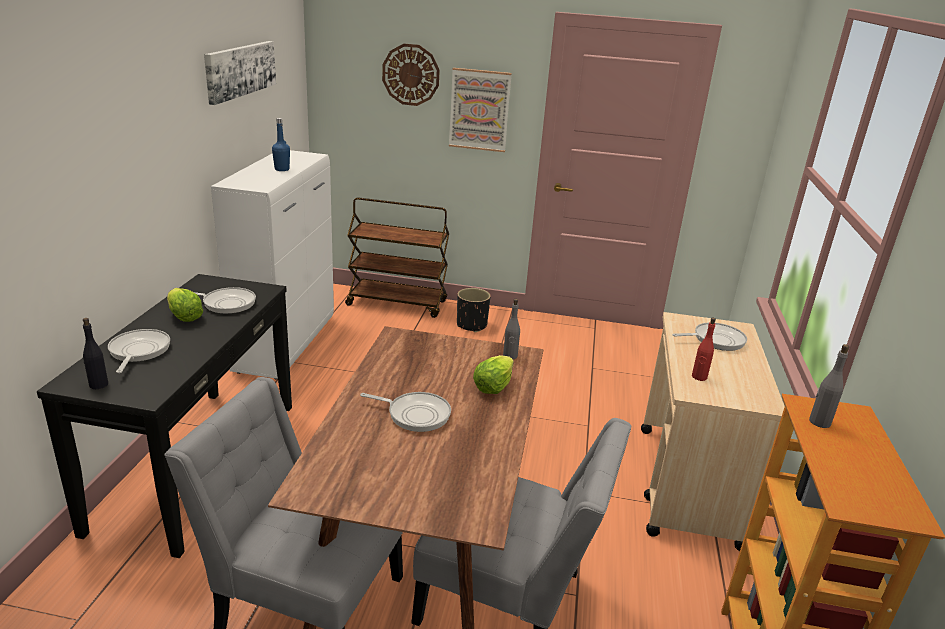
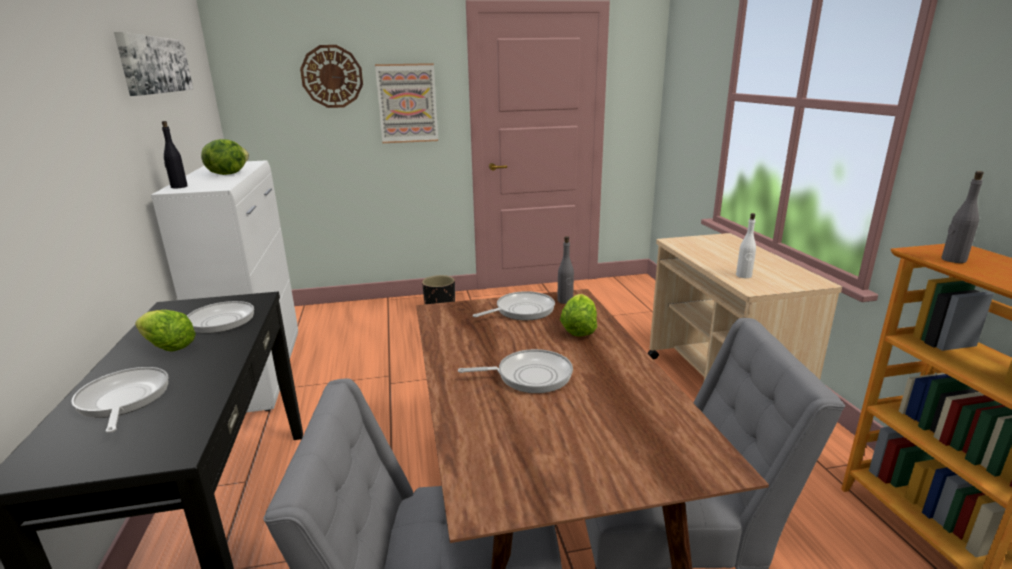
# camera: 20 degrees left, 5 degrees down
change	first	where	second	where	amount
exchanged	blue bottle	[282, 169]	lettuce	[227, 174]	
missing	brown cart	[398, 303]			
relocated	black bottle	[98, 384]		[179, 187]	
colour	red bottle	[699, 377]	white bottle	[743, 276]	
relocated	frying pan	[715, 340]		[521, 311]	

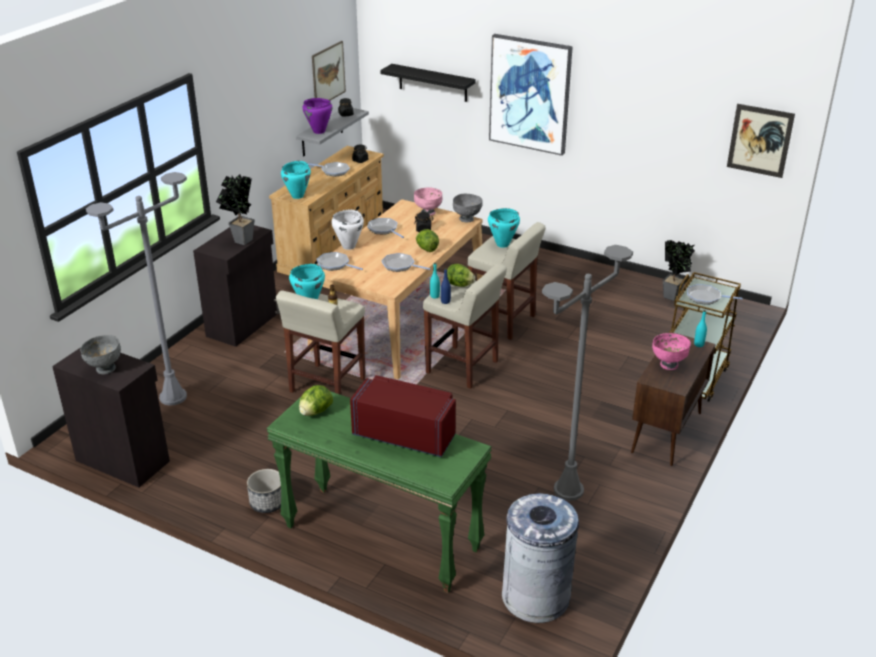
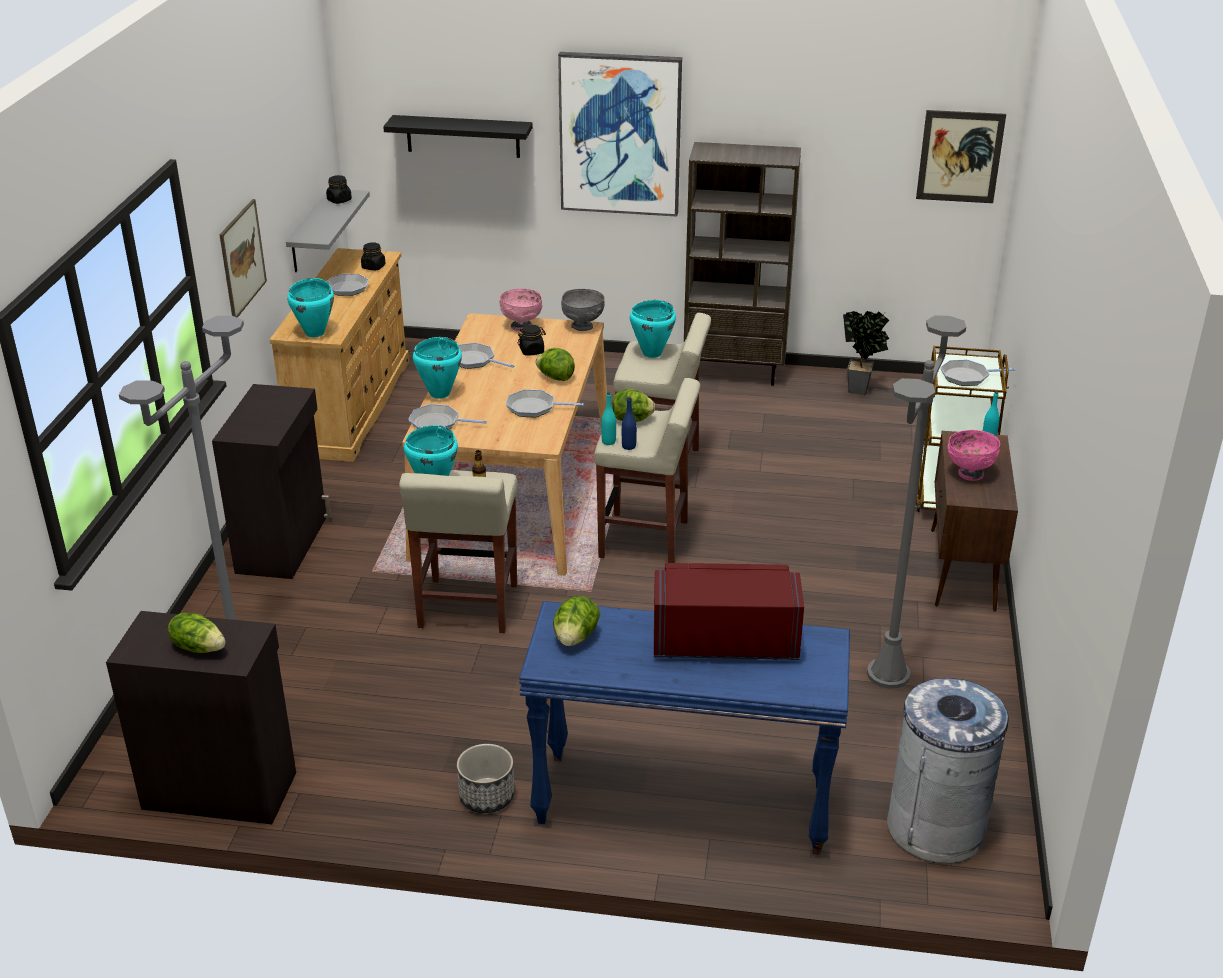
# camera: 20 degrees left, 0 degrees up
change	first	where	second	where	amount
relocated	picture	[328, 74]		[242, 258]	
missing	purple cooking pot	[319, 131]			
missing	potted plant	[240, 241]			
colour	white cooking pot	[348, 246]	turquoise cooking pot	[439, 394]	
exchanged	grey bowl	[105, 369]	lettuce	[199, 647]	
colour	green console table	[380, 538]	blue console table	[681, 805]	
appeared			brown bookcase	[735, 372]	

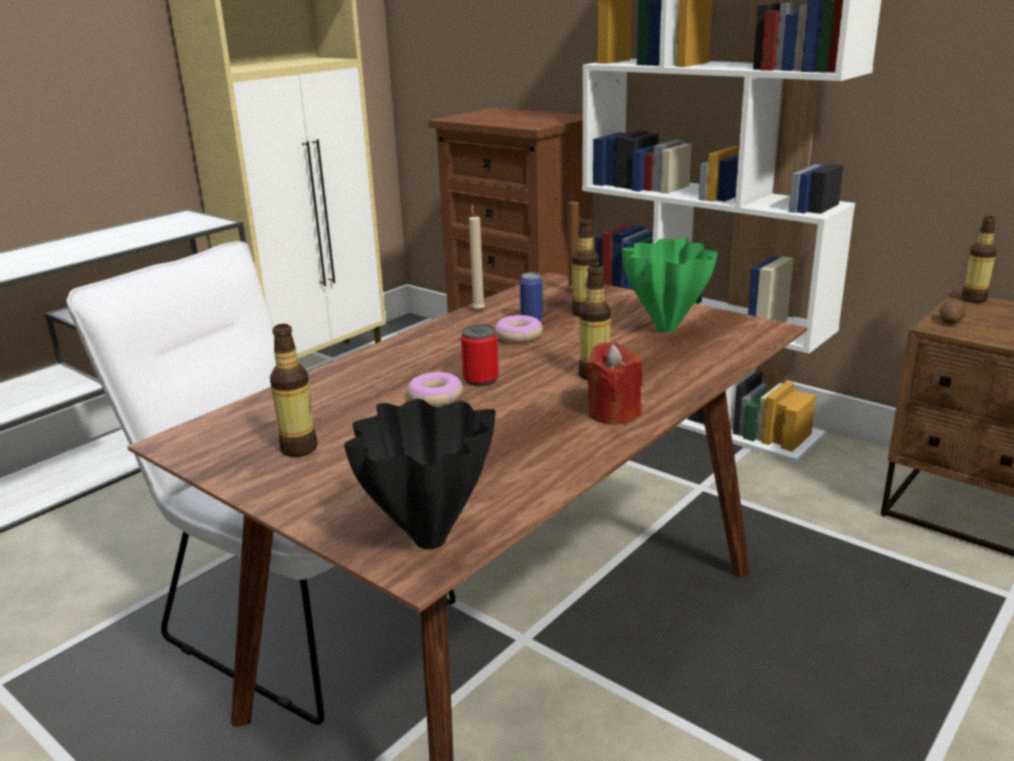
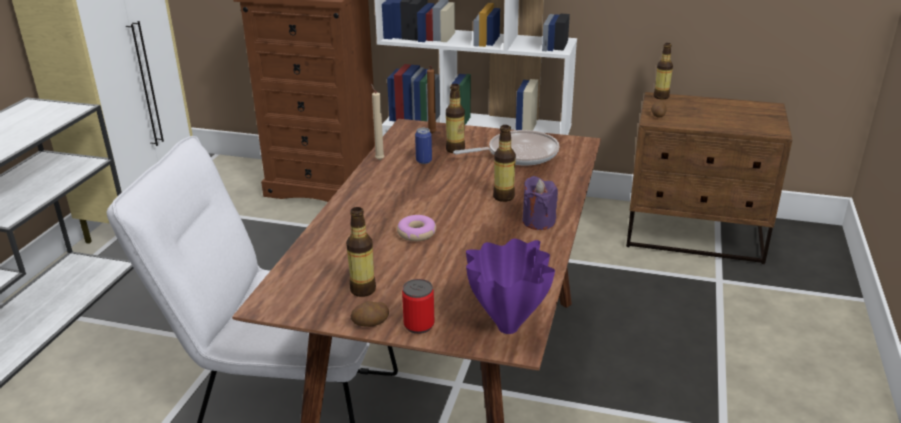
# camera: 25 degrees left, 5 degrees up
change	first	where	second	where	amount
exchanged	green vase	[665, 329]	frying pan	[518, 154]	
missing	donut	[518, 336]			
relocated	can	[481, 379]		[419, 325]	
colour	red candle	[613, 413]	purple candle	[538, 221]	
colour	black vase	[427, 541]	purple vase	[506, 329]	
appeared			potato	[371, 323]	

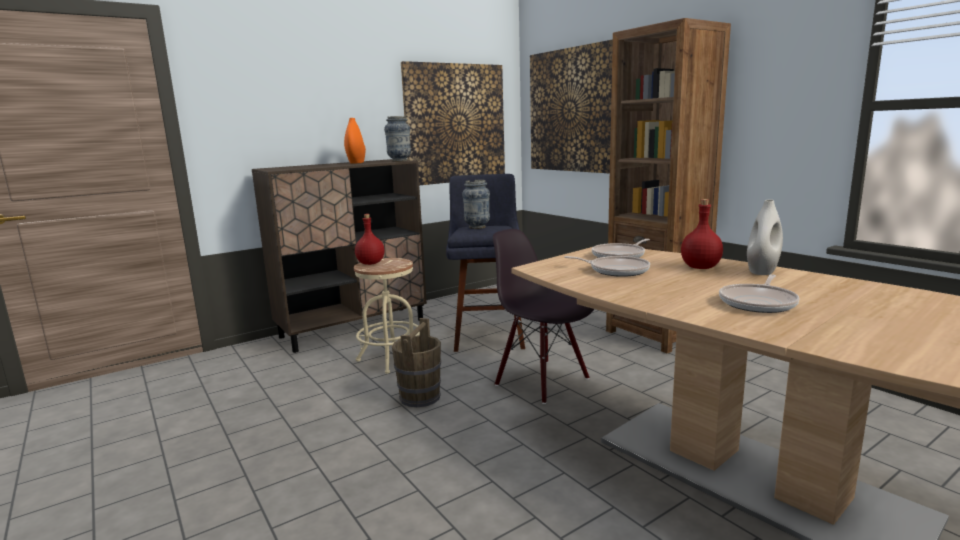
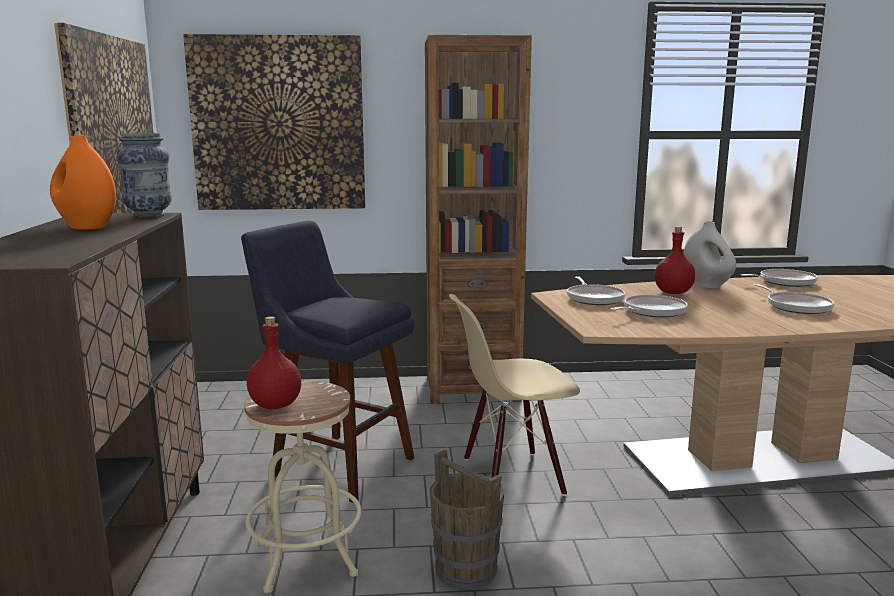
# camera: 60 degrees left, 0 degrees up
change	first	where	second	where	amount
missing	vase	[477, 227]			
colour	black chair	[543, 381]	beige chair	[512, 477]	
appeared			frying pan	[784, 282]	

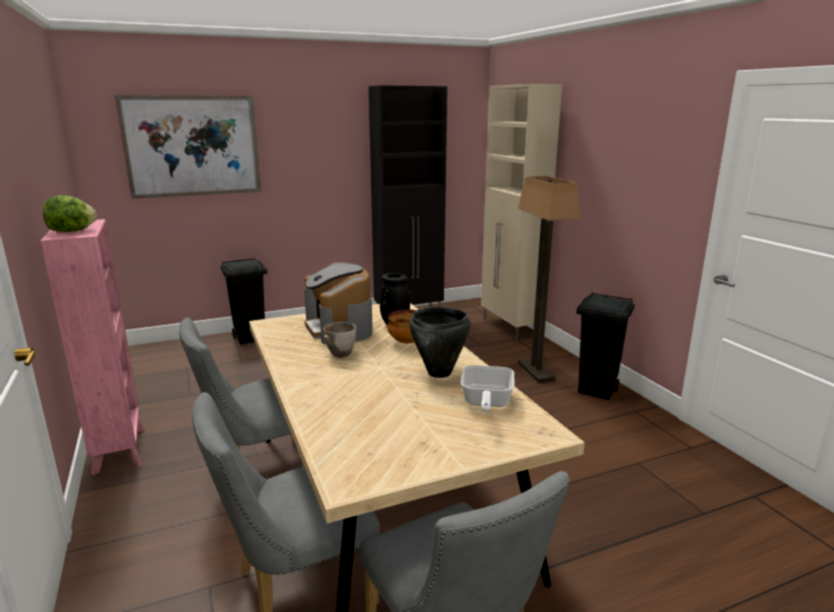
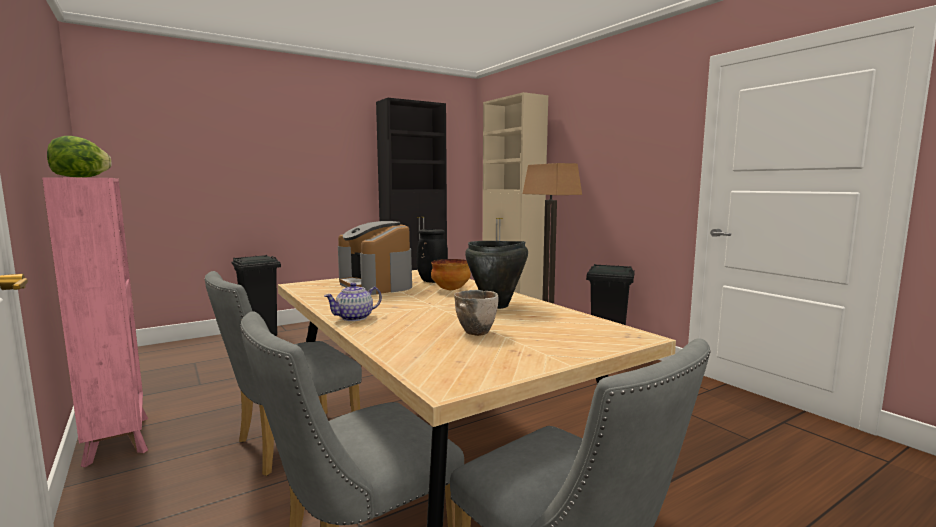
# camera: 10 degrees left, 10 degrees down
change	first	where	second	where	amount
missing	picture	[192, 146]			
relocated	bowl	[342, 354]		[477, 332]	
missing	frying pan	[485, 403]			
appeared			teapot	[355, 318]	

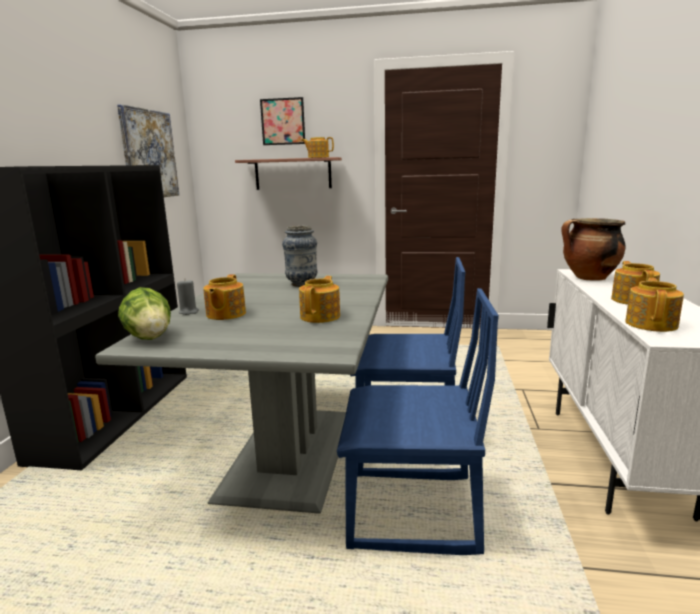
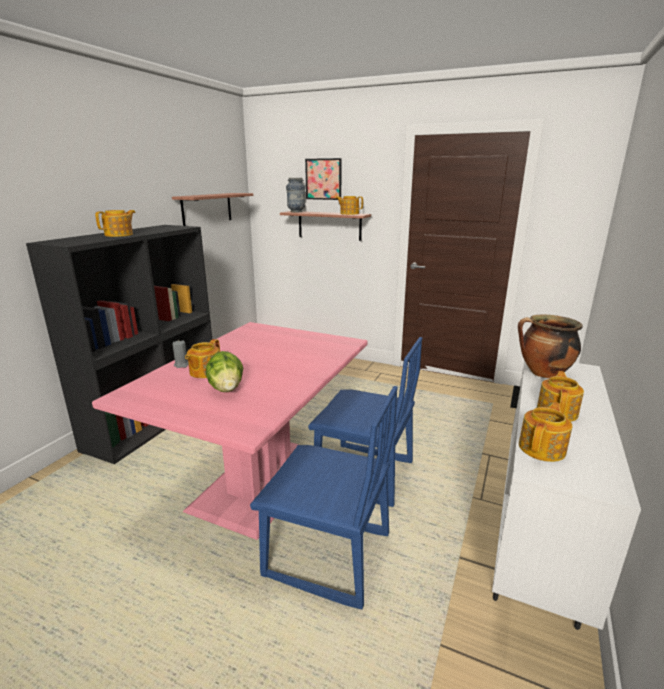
# camera: 15 degrees right, 5 degrees up
change	first	where	second	where	amount
exchanged	picture	[149, 154]	shelf	[207, 209]	
relocated	vase	[302, 284]		[296, 212]	
colour	grey dining table	[287, 453]	pink dining table	[259, 479]	
relocated	teapot	[321, 316]		[120, 235]	
relocated	lettuce	[149, 337]		[226, 388]	

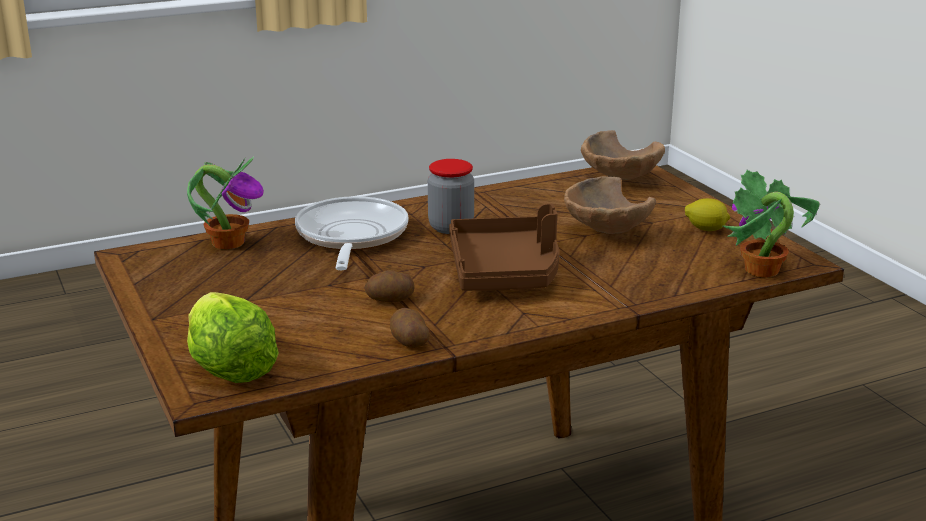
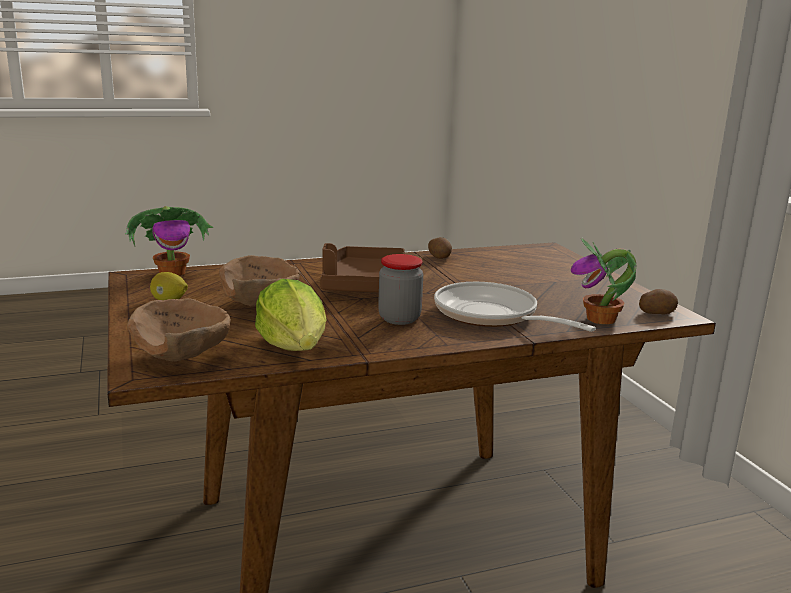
# camera: 175 degrees left, 5 degrees down
change	first	where	second	where	amount
spun	frying pan	[350, 238]		[492, 316]	135 degrees clockwise
relocated	potato	[390, 300]		[656, 312]	
relocated	lettuce	[229, 366]		[295, 347]	

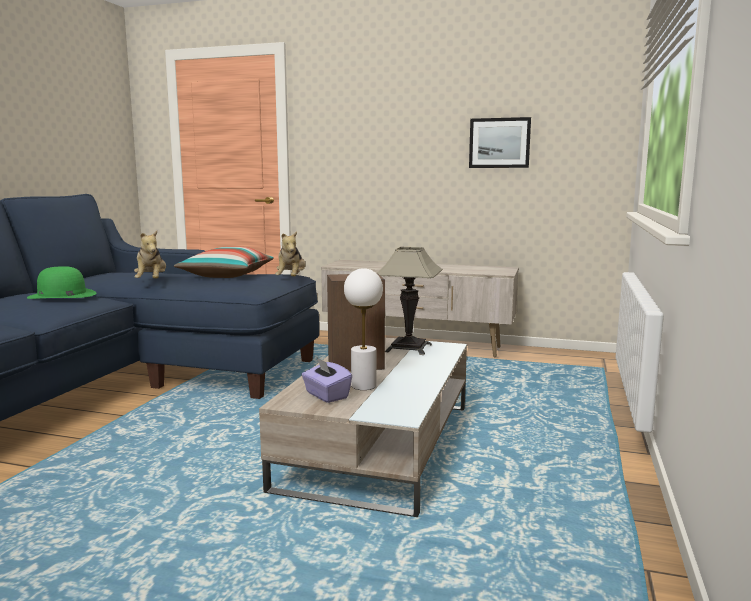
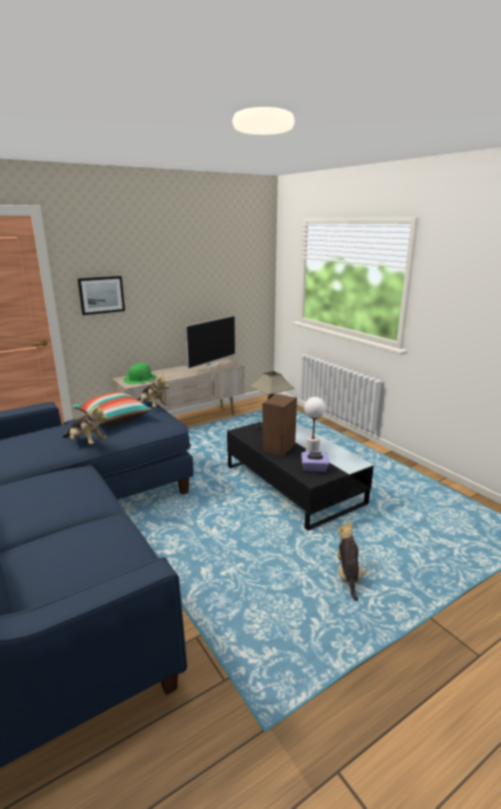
# camera: 50 degrees left, 10 degrees up
change	first	where	second	where	amount
relocated	picture	[499, 143]		[101, 295]	
relocated	green hat	[61, 295]		[140, 379]	
colour	beige coffee table	[379, 445]	black coffee table	[293, 484]	
appeared			television	[210, 366]	
appeared			plush toy	[348, 576]	

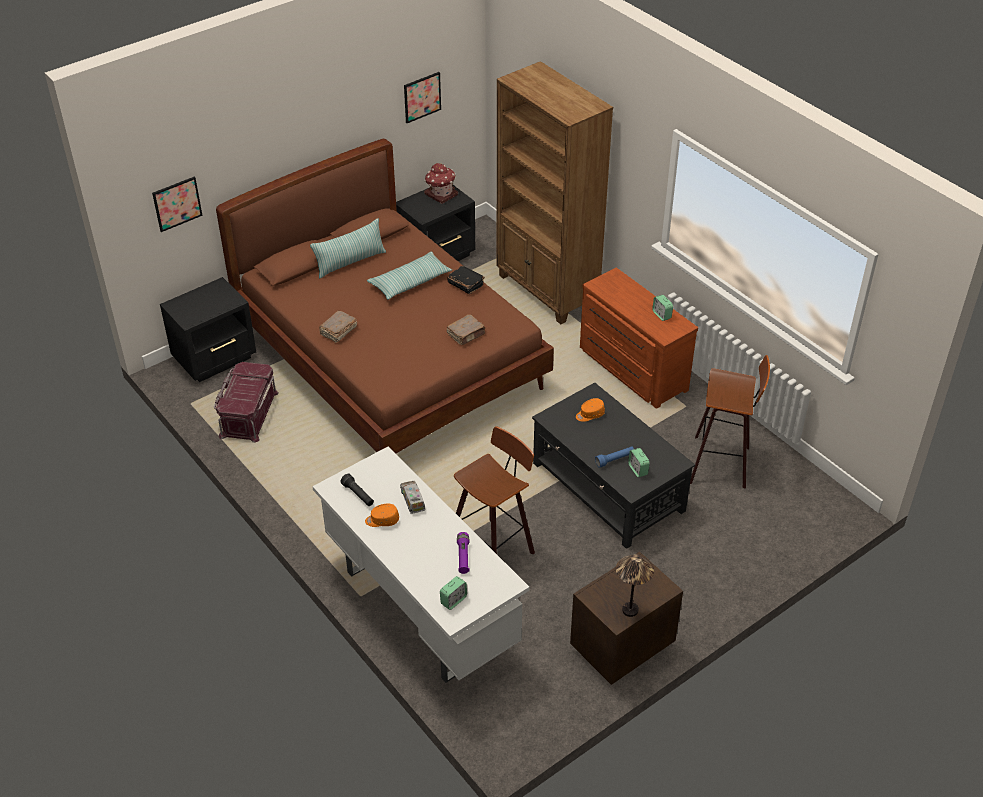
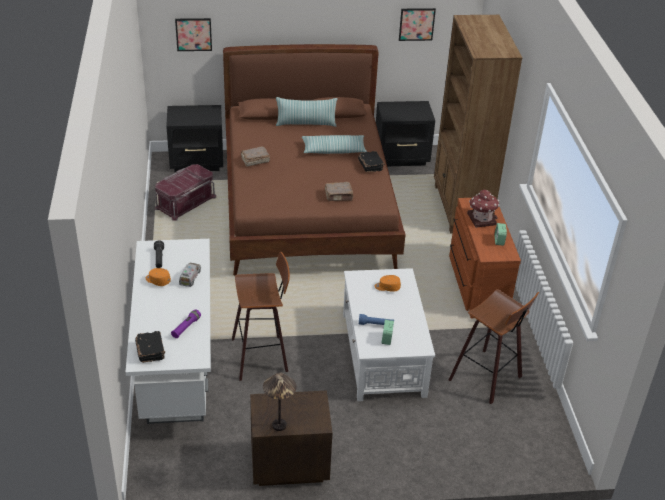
# camera: 30 degrees right, 5 degrees down
change	first	where	second	where	amount
relocated	toy house	[440, 194]		[481, 219]	
colour	black coffee table	[608, 488]	white coffee table	[383, 354]	
exchanged	alarm clock	[453, 600]	black book	[151, 351]	

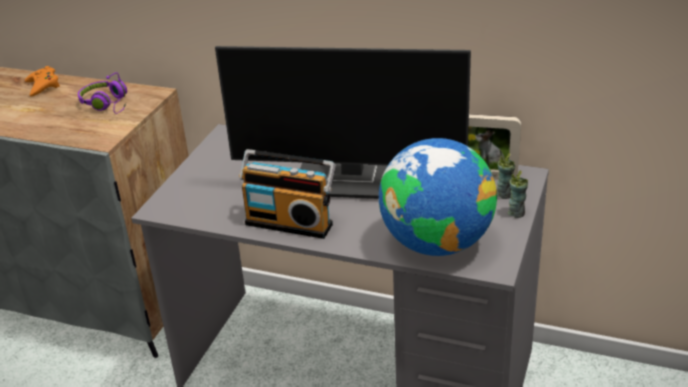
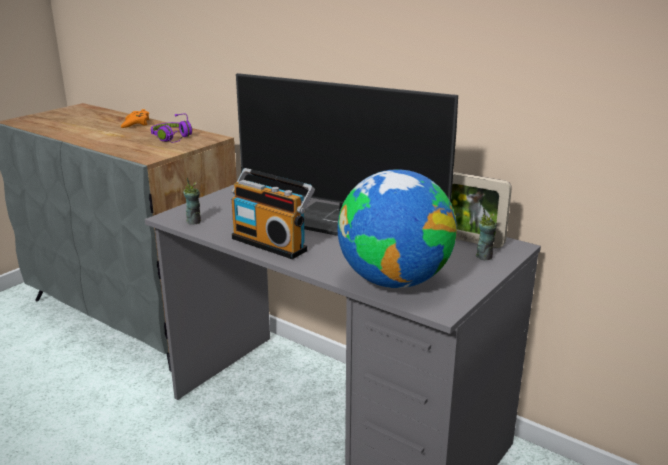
# camera: 15 degrees right, 10 degrees down
change	first	where	second	where	amount
relocated	cup	[516, 213]		[194, 221]	

